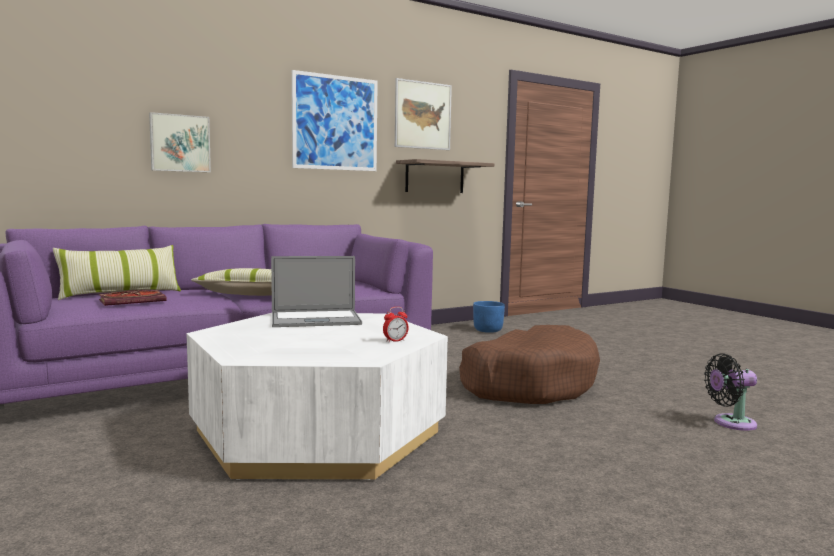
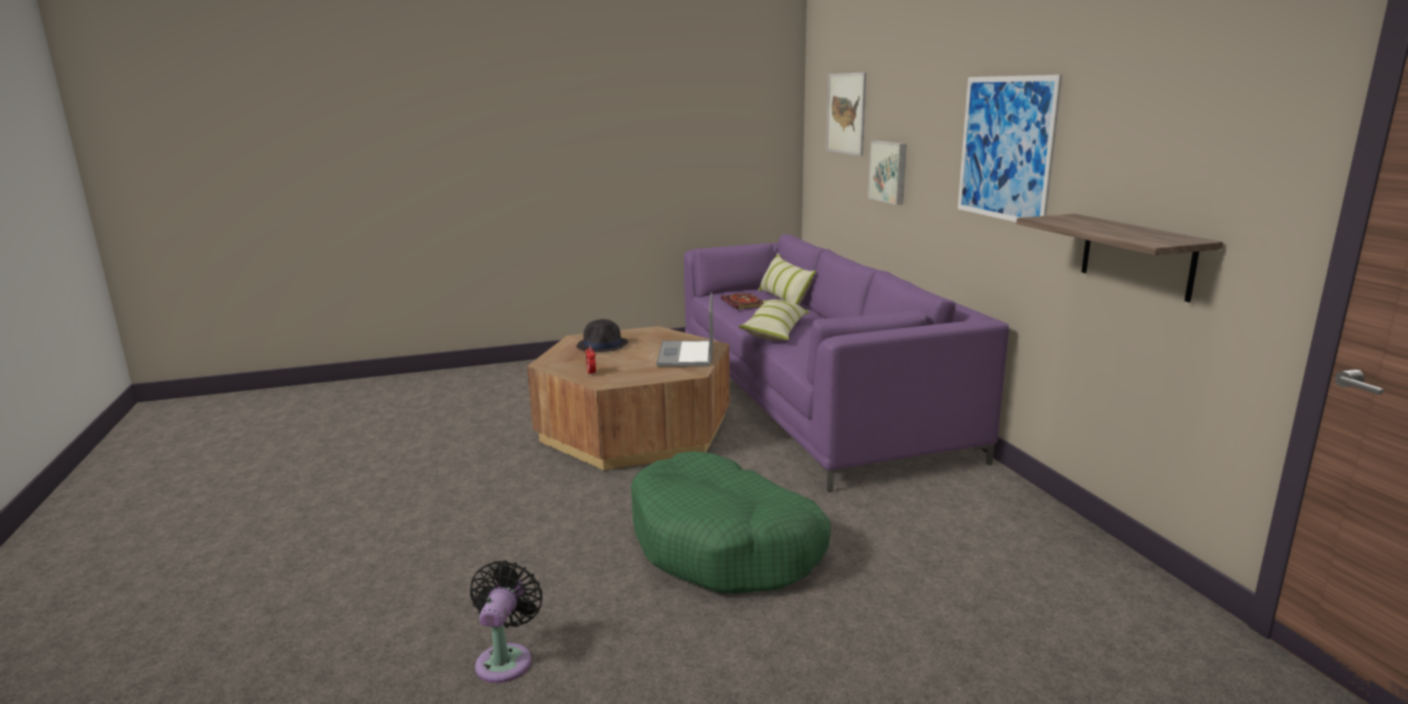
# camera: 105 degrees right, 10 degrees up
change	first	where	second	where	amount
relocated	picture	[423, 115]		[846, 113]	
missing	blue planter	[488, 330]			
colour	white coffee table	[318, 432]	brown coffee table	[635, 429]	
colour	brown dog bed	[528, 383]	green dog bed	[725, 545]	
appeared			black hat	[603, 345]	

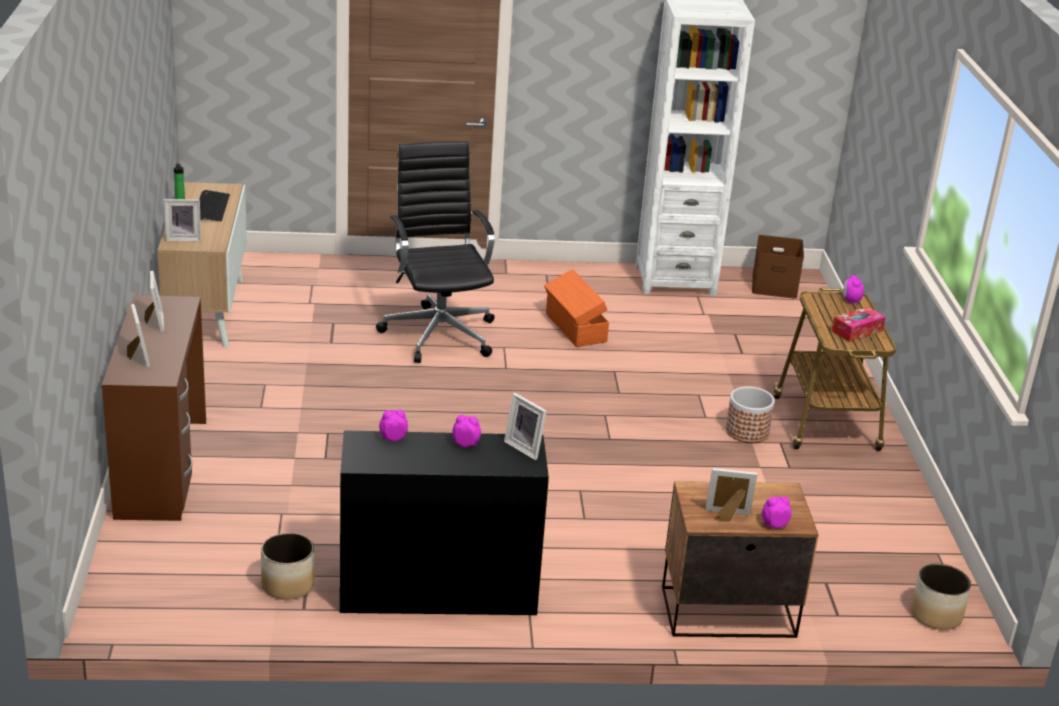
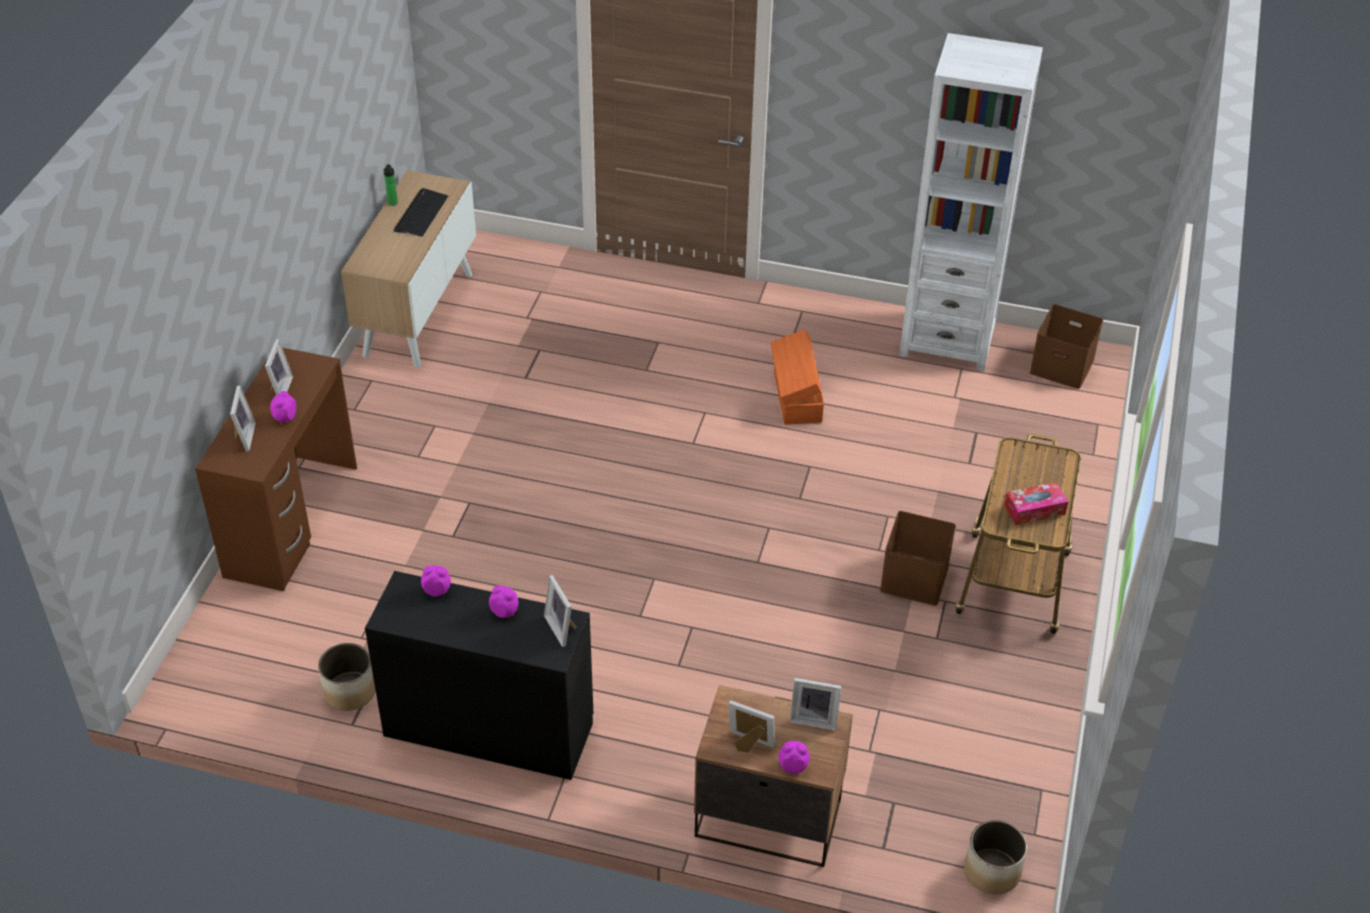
# camera: 20 degrees right, 15 degrees up
change	first	where	second	where	amount
missing	black office chair	[439, 332]			
relocated	picture frame	[183, 238]		[814, 718]	
relocated	alarm clock	[850, 301]		[285, 418]	
exchanged	planter	[747, 432]	brown storage box	[915, 579]	

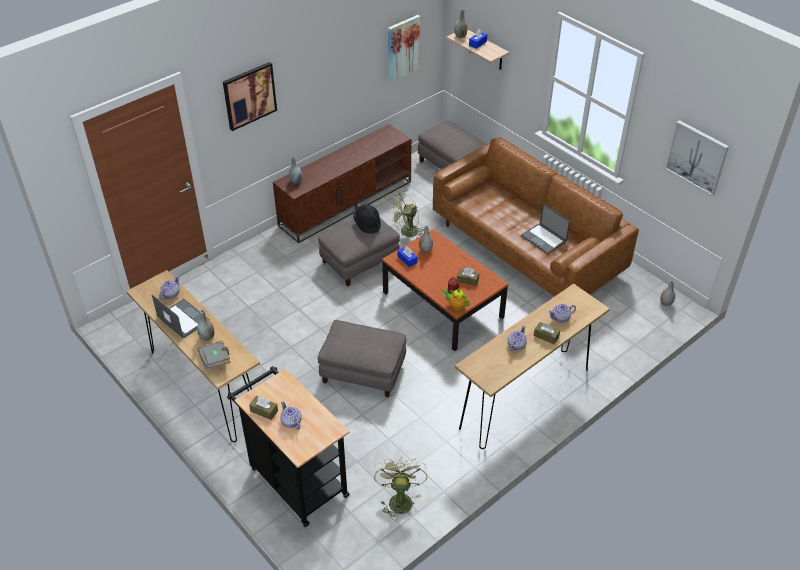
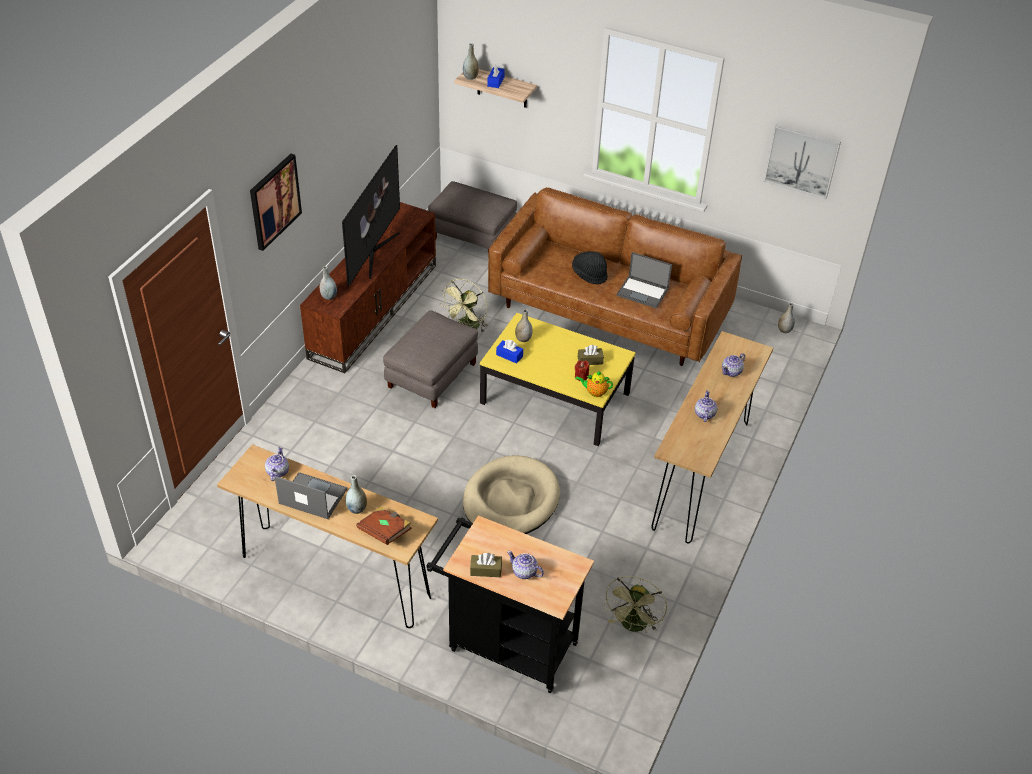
# camera: 25 degrees left, 0 degrees up
change	first	where	second	where	amount
missing	picture	[402, 48]			
relocated	black hat	[367, 224]		[589, 274]	
colour	brown coffee table	[443, 304]	yellow coffee table	[555, 398]	
exchanged	grey ottoman	[362, 371]	beige dog bed	[510, 500]	
missing	brown tissue box	[546, 336]			
colour	grey book	[216, 360]	brown book	[385, 532]	
spun	green fan	[399, 499]		[633, 626]	135 degrees counterclockwise
appeared			television	[373, 253]	

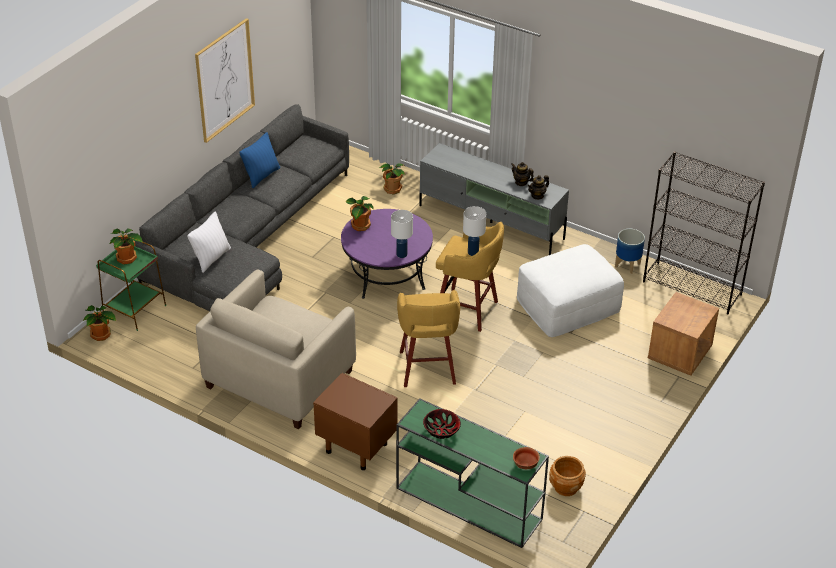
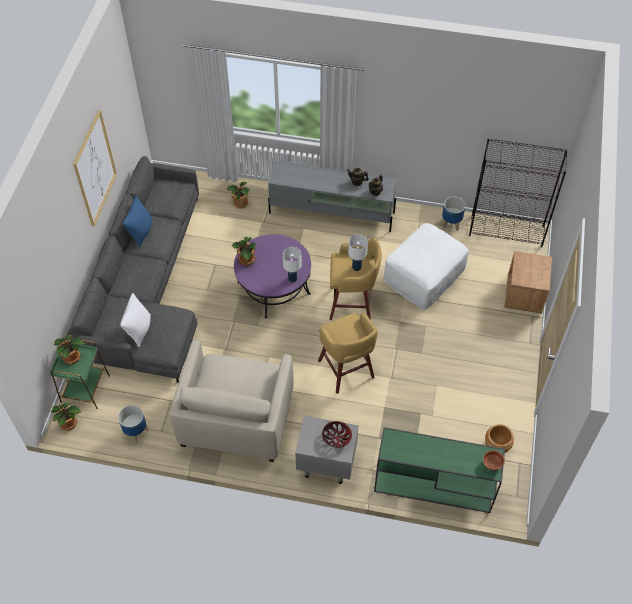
# camera: 20 degrees left, 15 degrees up
change	first	where	second	where	amount
colour	brown nightstand	[355, 447]	grey nightstand	[325, 464]	
relocated	bowl	[442, 430]		[336, 438]	
appeared			planter	[135, 432]	

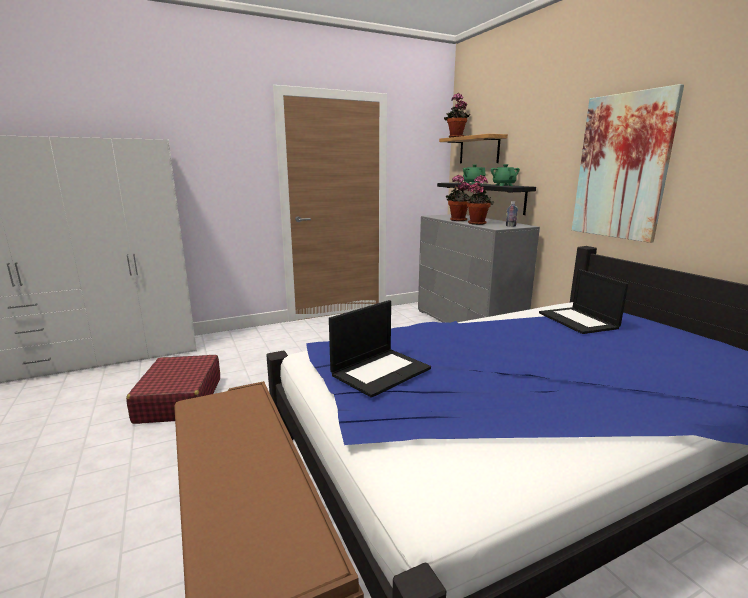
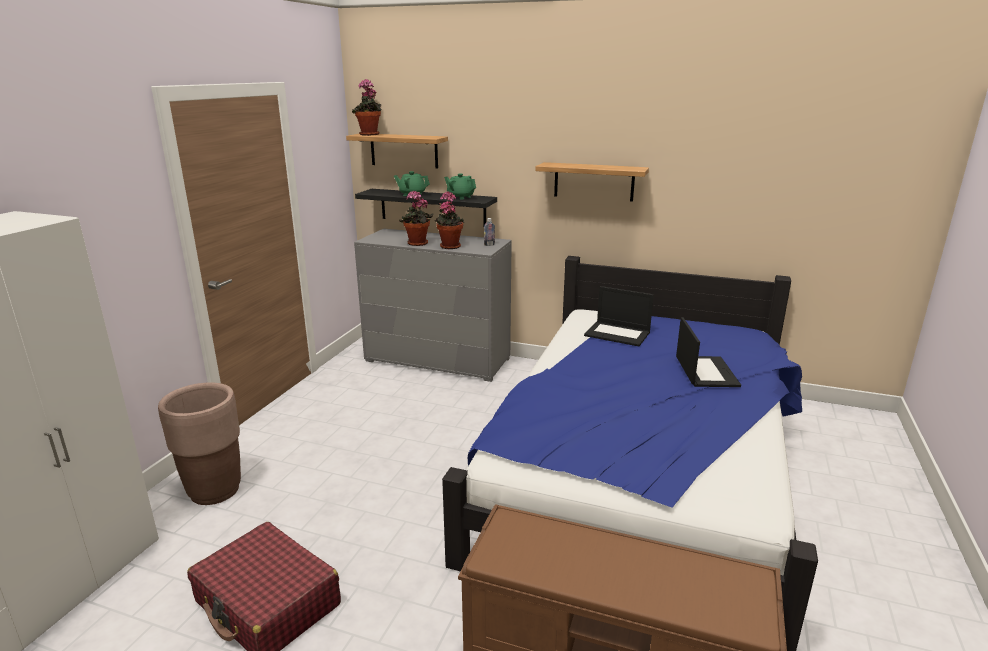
# camera: 45 degrees left, 5 degrees up
change	first	where	second	where	amount
exchanged	picture	[621, 167]	shelf	[594, 181]	
relocated	laptop	[381, 371]		[705, 371]	
appeared			brown planter	[215, 491]	

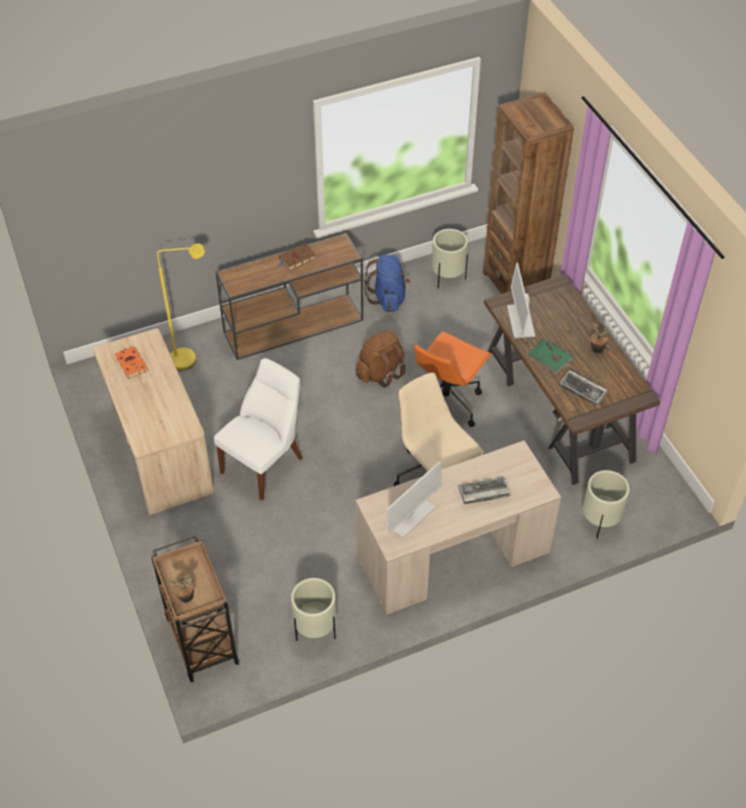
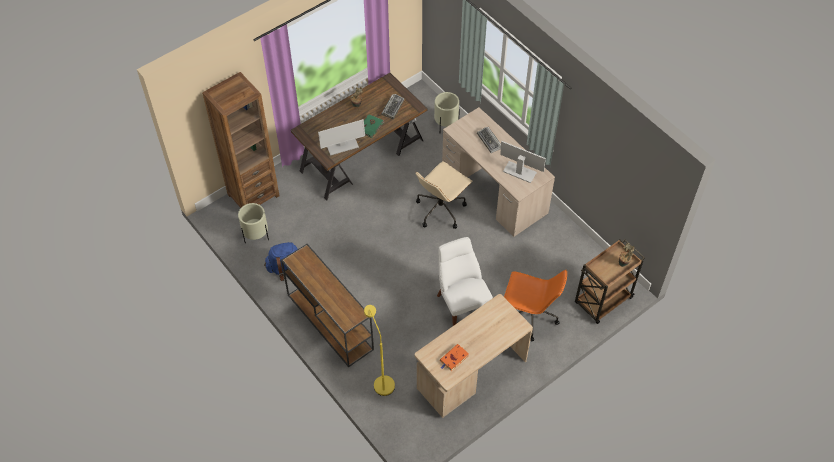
# camera: 105 degrees left, 5 degrees up
change	first	where	second	where	amount
missing	brown book	[296, 259]			
missing	brown backpack	[380, 373]			
relocated	orange office chair	[446, 403]		[529, 316]	
spun	white chair	[265, 463]		[461, 304]	45 degrees clockwise
missing	beige planter	[315, 630]			

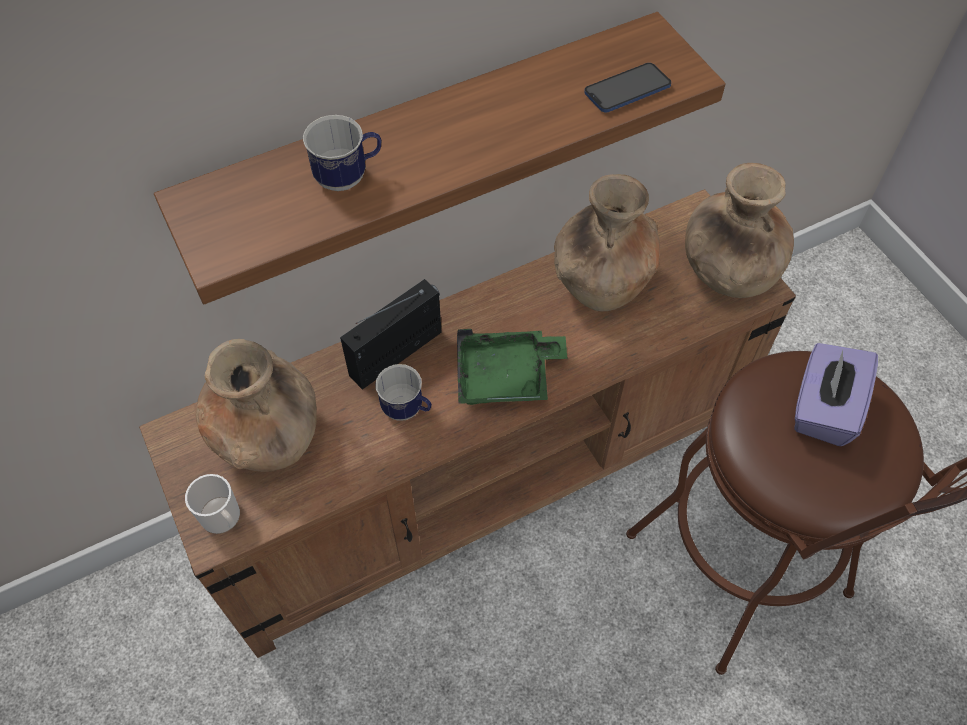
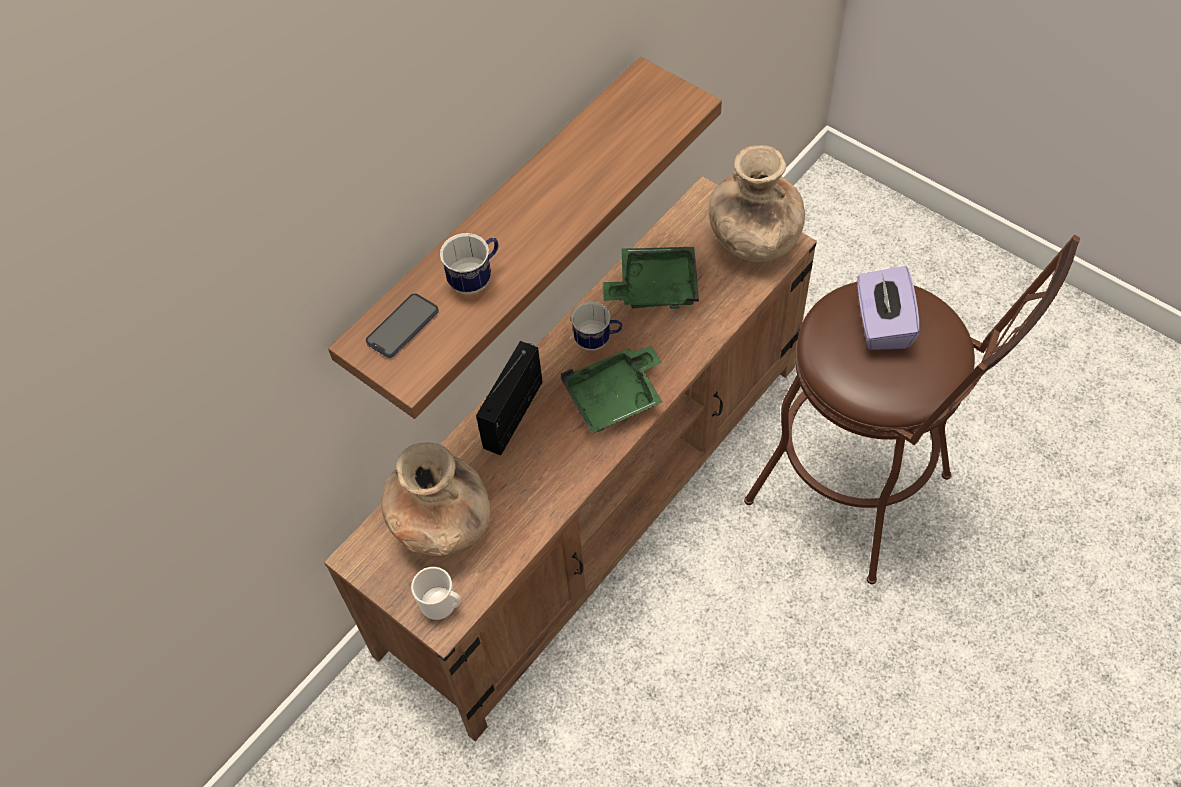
# camera: 20 degrees left, 0 degrees up
change	first	where	second	where	amount
relocated	phone	[627, 89]		[402, 327]	
exchanged	brown vase	[602, 280]	green tray	[654, 287]	
relocated	mug	[407, 410]		[598, 340]	

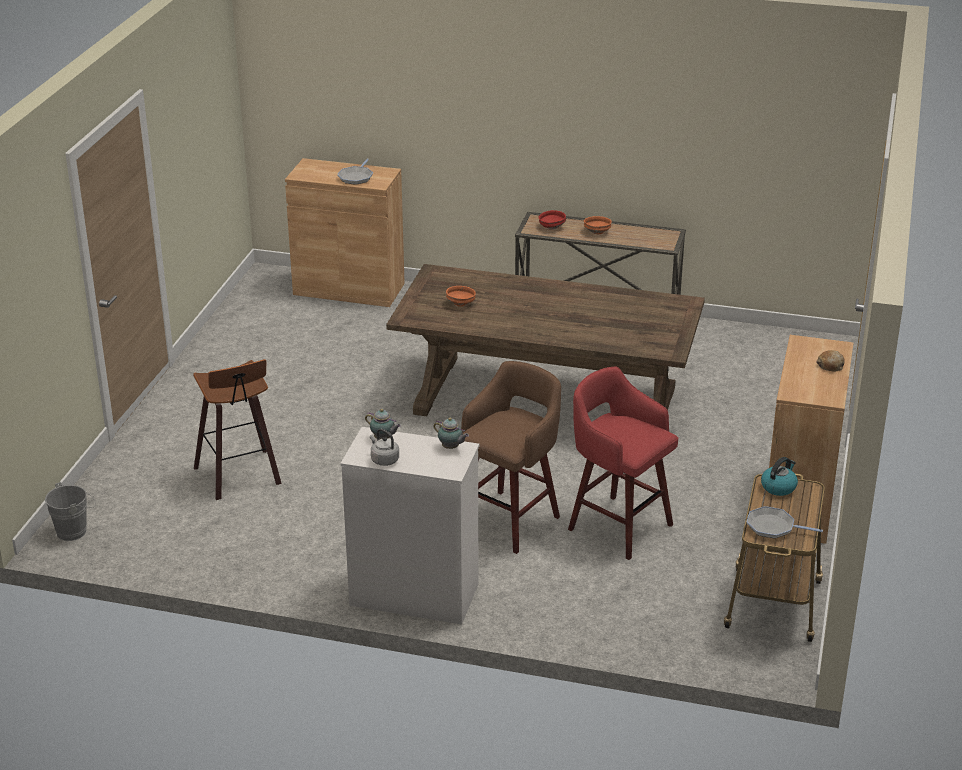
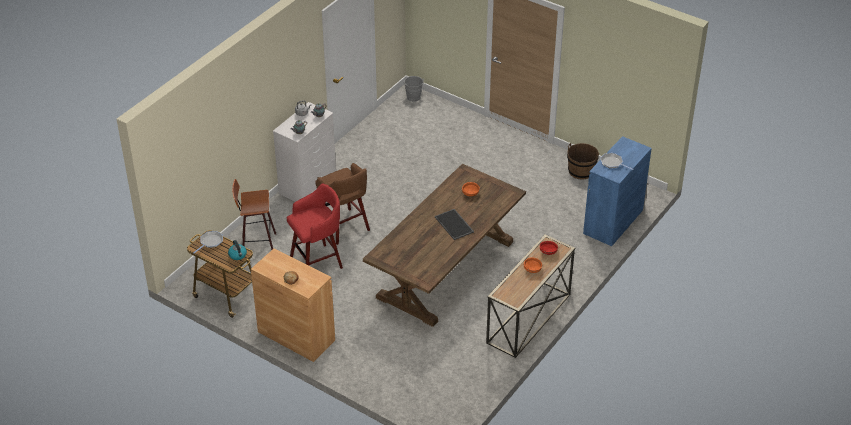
# camera: 110 degrees right, 10 degrees up
change	first	where	second	where	amount
colour	brown cabinet	[349, 289]	blue cabinet	[613, 221]	
relocated	stool	[241, 476]		[257, 248]	
appeared			brown bucket	[581, 171]	
appeared			tray	[455, 224]	

